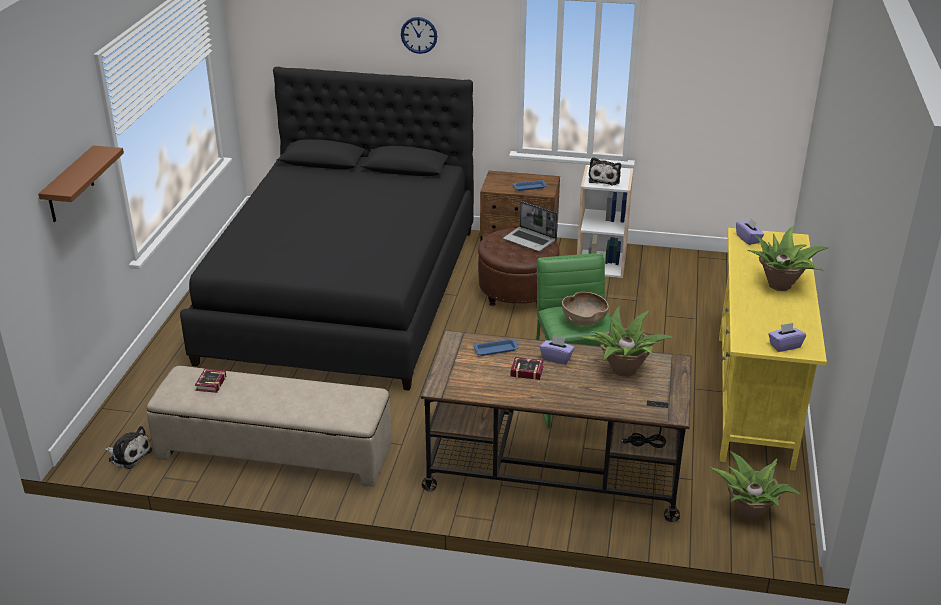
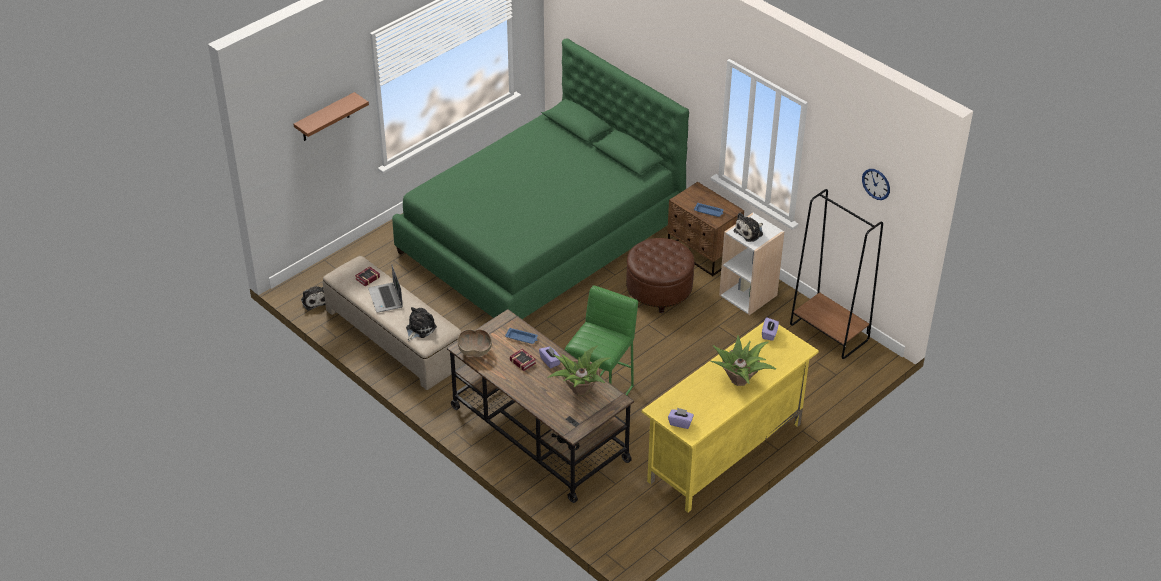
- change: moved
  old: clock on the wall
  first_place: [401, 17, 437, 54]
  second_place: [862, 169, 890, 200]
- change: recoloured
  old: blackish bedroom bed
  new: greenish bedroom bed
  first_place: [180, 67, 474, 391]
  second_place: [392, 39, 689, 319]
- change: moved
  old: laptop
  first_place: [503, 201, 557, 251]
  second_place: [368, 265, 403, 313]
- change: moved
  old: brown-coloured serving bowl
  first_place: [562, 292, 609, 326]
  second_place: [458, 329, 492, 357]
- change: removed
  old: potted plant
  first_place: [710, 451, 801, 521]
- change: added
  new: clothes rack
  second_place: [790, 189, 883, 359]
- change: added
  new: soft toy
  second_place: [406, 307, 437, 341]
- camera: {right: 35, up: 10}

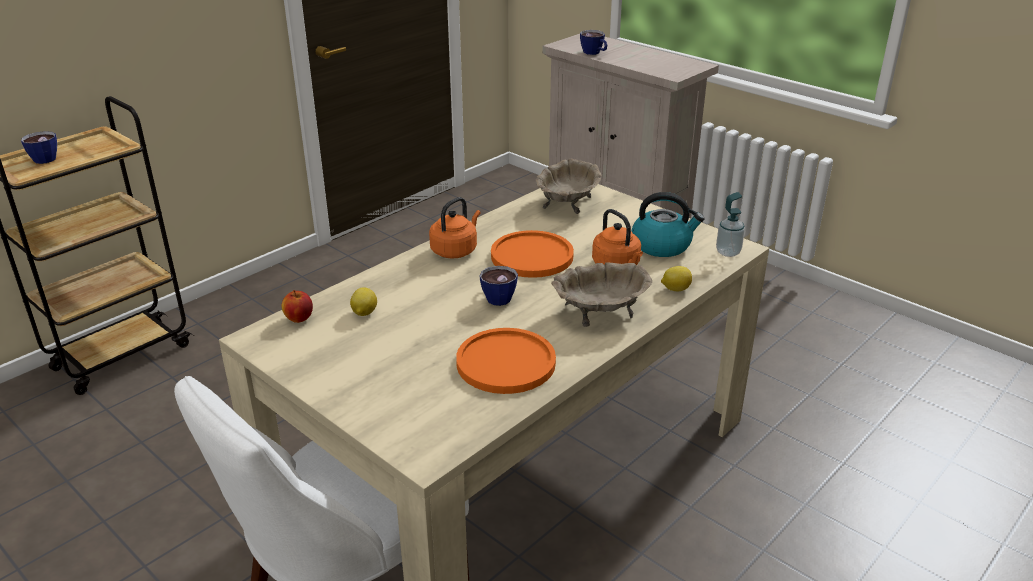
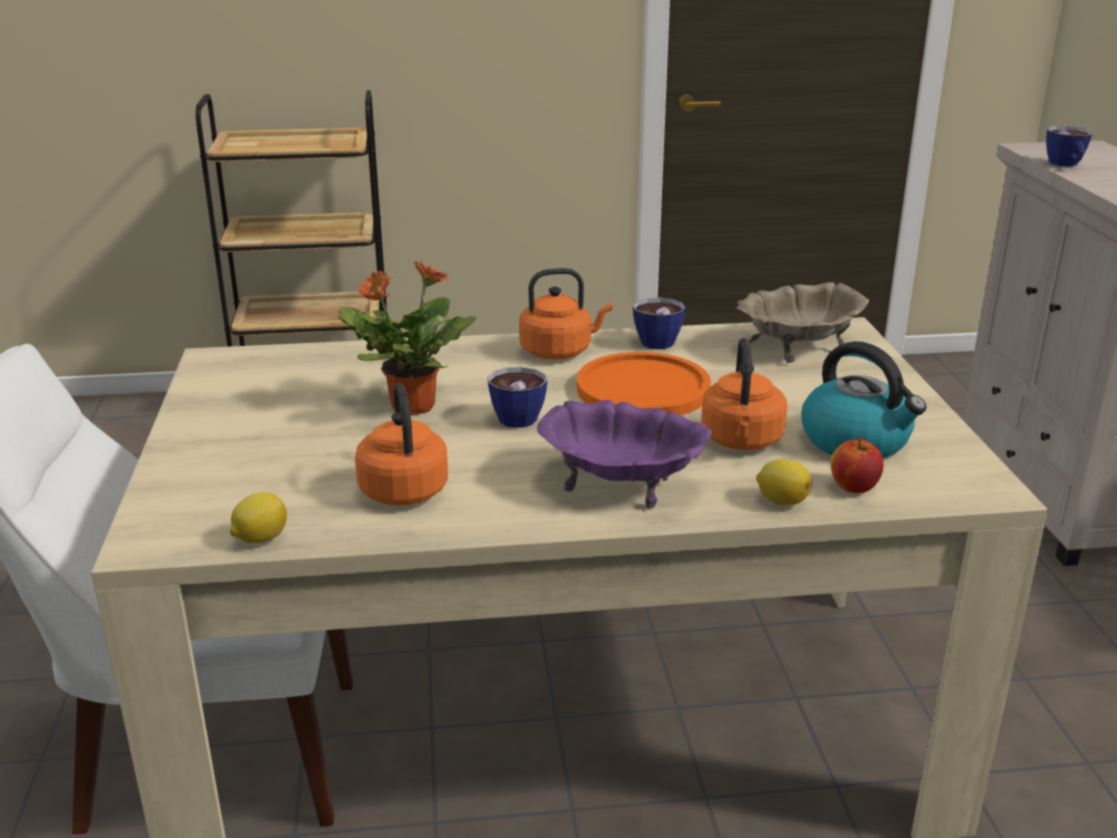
- change: moved
  old: drinking cup
  first_place: [21, 131, 57, 164]
  second_place: [633, 298, 685, 349]
- change: removed
  old: soap dispenser
  first_place: [716, 192, 745, 257]
- change: recoloured
  old: sand-coloured serving bowl
  new: purple-coloured serving bowl
  first_place: [551, 262, 652, 327]
  second_place: [537, 400, 712, 508]
- change: moved
  old: citrus fruit
  first_place: [350, 287, 377, 316]
  second_place: [230, 492, 287, 544]
- change: moved
  old: whole apple
  first_place: [282, 290, 313, 323]
  second_place: [831, 436, 883, 493]
- change: replaced
  old: orangey flat dish
  new: orangey kettle
  first_place: [456, 328, 556, 394]
  second_place: [355, 383, 448, 506]
- change: added
  new: potted plant
  second_place: [339, 261, 477, 415]
- camera: {right: 40, up: -5}

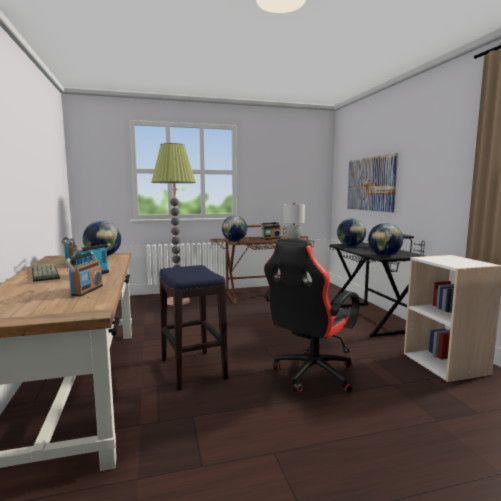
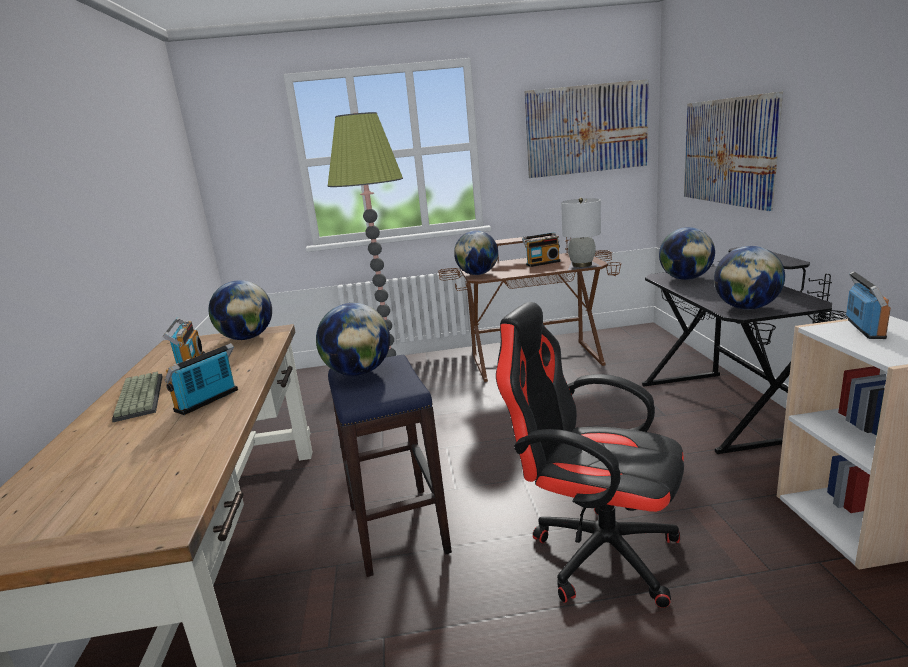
- change: turned
  old: blackish computer chair
  first_place: [264, 239, 359, 393]
  second_place: [496, 302, 684, 608]
  degrees: 75
- change: moved
  old: radio receiver
  first_place: [65, 252, 103, 296]
  second_place: [846, 271, 891, 339]
- change: added
  new: picture
  second_place: [525, 79, 648, 178]
- change: added
  new: desk globe
  second_place: [316, 303, 390, 376]
- camera: {right: 10, up: 10}

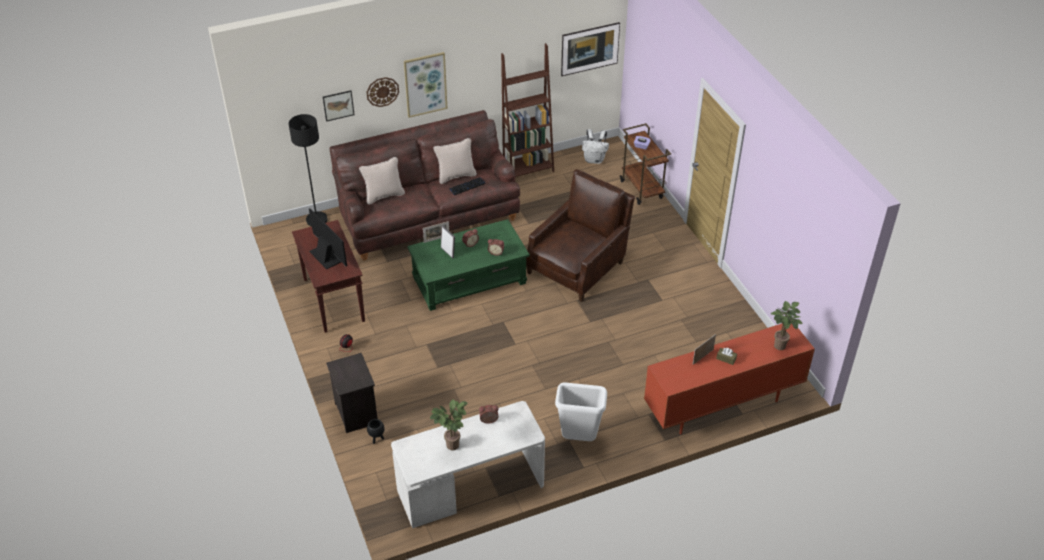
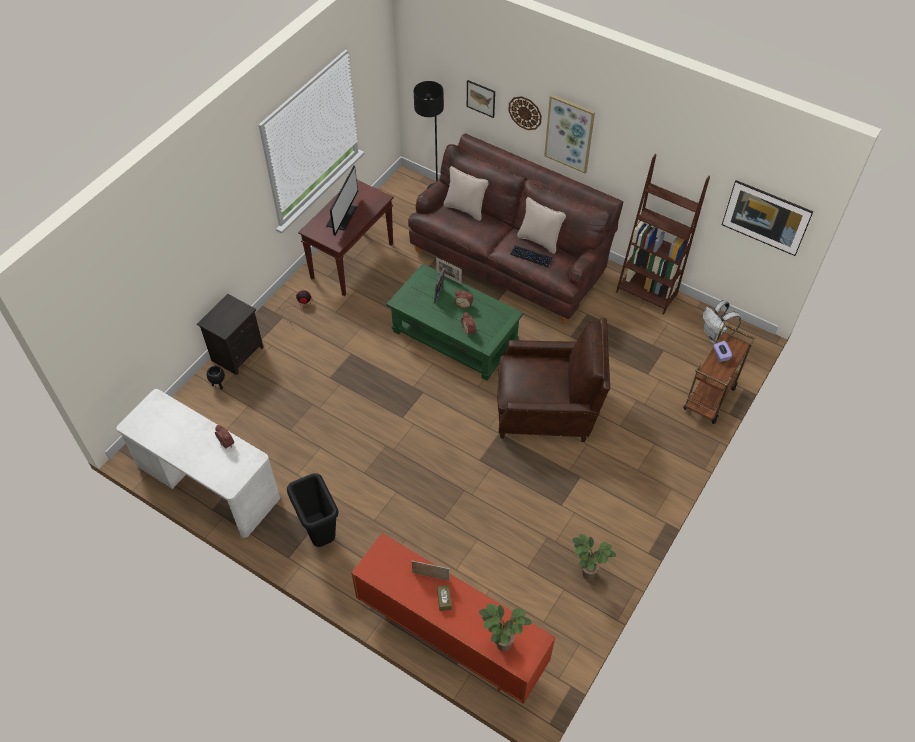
- change: recoloured
  old: white waste bin
  new: blackish waste bin
  first_place: [555, 382, 607, 441]
  second_place: [287, 473, 339, 547]
- change: moved
  old: potted plant
  first_place: [430, 400, 468, 450]
  second_place: [572, 534, 616, 580]
- camera: {right: 55, up: 10}

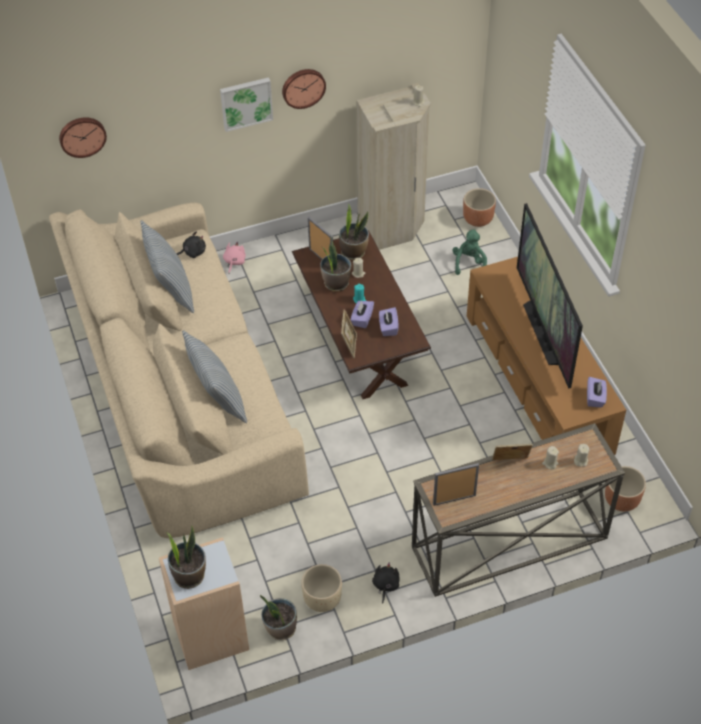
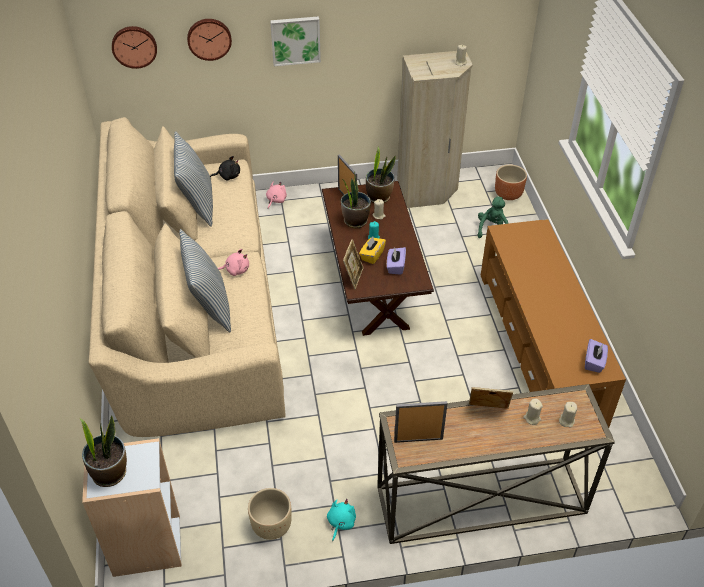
- change: moved
  old: clock on the wall
  first_place: [282, 69, 326, 109]
  second_place: [187, 19, 232, 61]
- change: removed
  old: TV
  first_place: [517, 203, 583, 388]
- change: recoloured
  old: purple-coloured box of tissues
  new: yellowish box of tissues
  first_place: [350, 300, 374, 328]
  second_place: [359, 237, 386, 264]
- change: removed
  old: brown-coloured flower pot
  first_place: [605, 466, 646, 511]
- change: recoloured
  old: blackish soft toy
  new: blue-green soft toy
  first_place: [372, 563, 400, 603]
  second_place: [327, 499, 356, 541]
- change: removed
  old: potted plant
  first_place: [260, 595, 297, 640]
- change: added
  new: pinkish soft toy
  second_place: [218, 249, 249, 276]
- camera: {right: 10, up: -5}

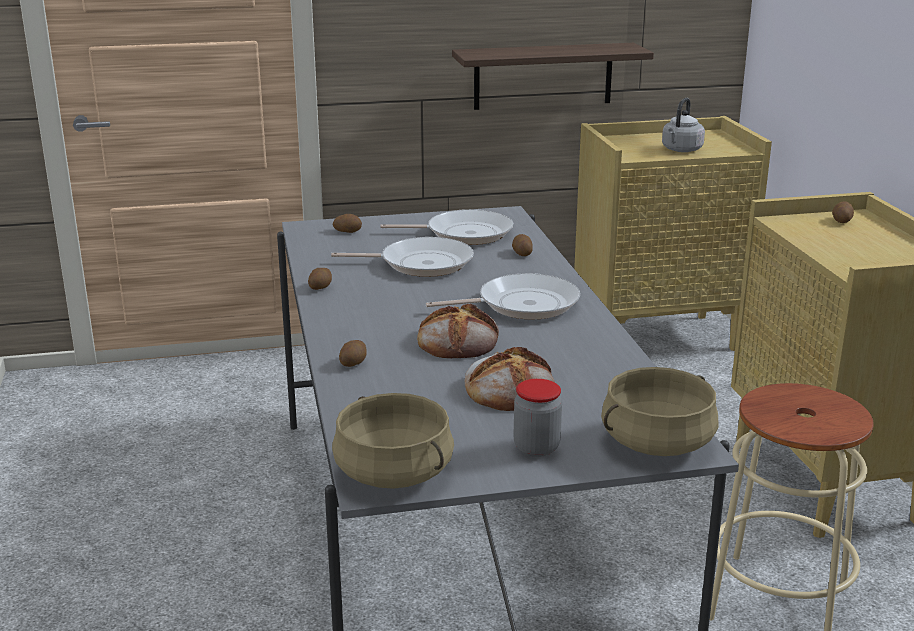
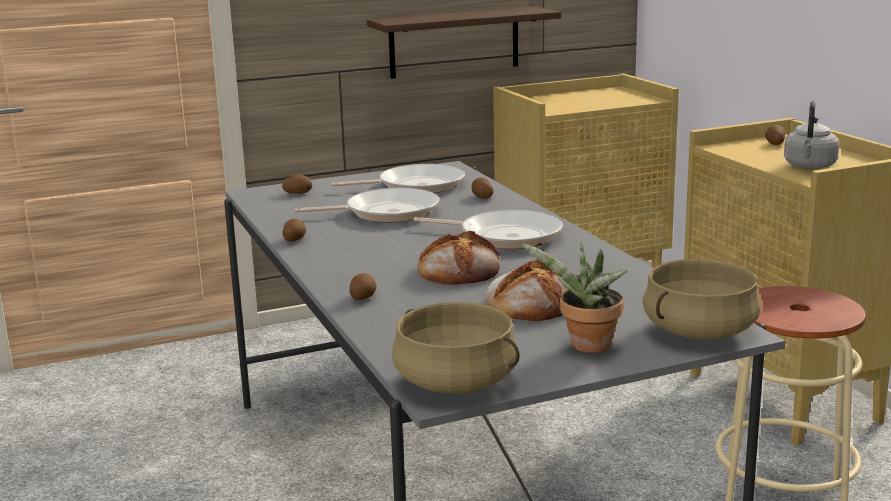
- change: moved
  old: greyish kettle
  first_place: [662, 98, 705, 152]
  second_place: [784, 101, 840, 169]
- change: turned
  old: frying pan
  first_place: [426, 273, 580, 319]
  second_place: [413, 210, 563, 249]
  degrees: 45
- change: replaced
  old: storage jar
  new: potted plant
  first_place: [514, 379, 562, 457]
  second_place: [520, 242, 628, 353]
- camera: {right: -10, up: -5}

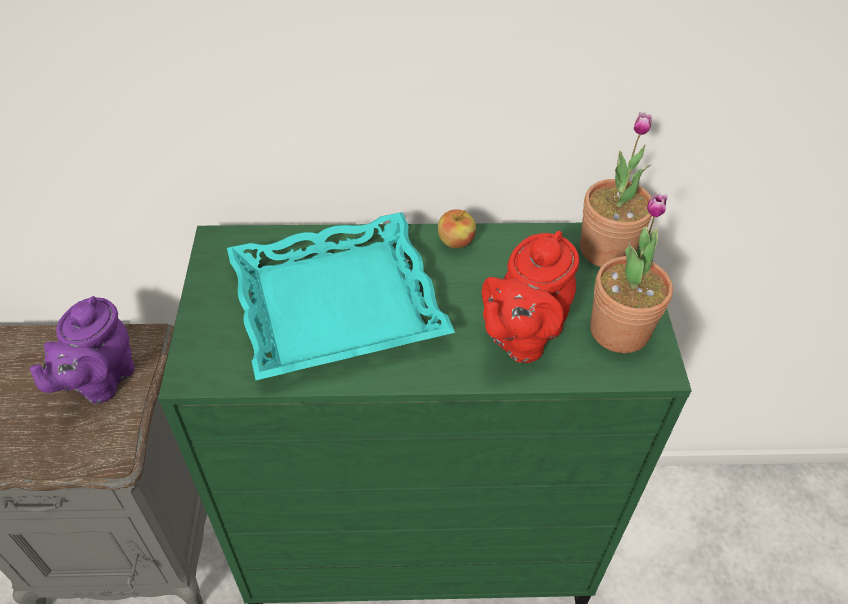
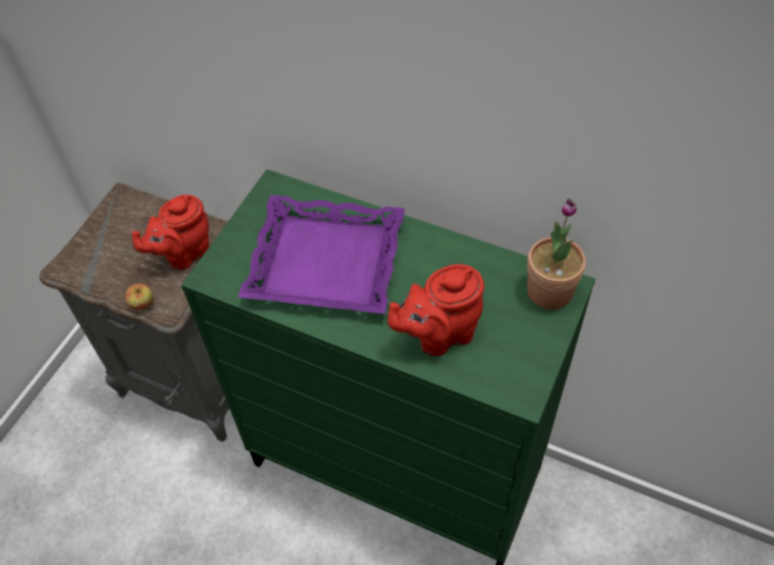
- change: removed
  old: potted plant
  first_place: [590, 193, 673, 353]
- change: moved
  old: whole apple
  first_place: [438, 209, 476, 248]
  second_place: [125, 283, 153, 310]
- change: recoloured
  old: blue-green tray
  new: purple-coloured tray
  first_place: [227, 212, 455, 380]
  second_place: [238, 195, 405, 314]
- change: recoloured
  old: purple-coloured tea pot
  new: red tea pot
  first_place: [30, 296, 135, 404]
  second_place: [132, 195, 210, 270]
- camera: {right: 30, up: 5}

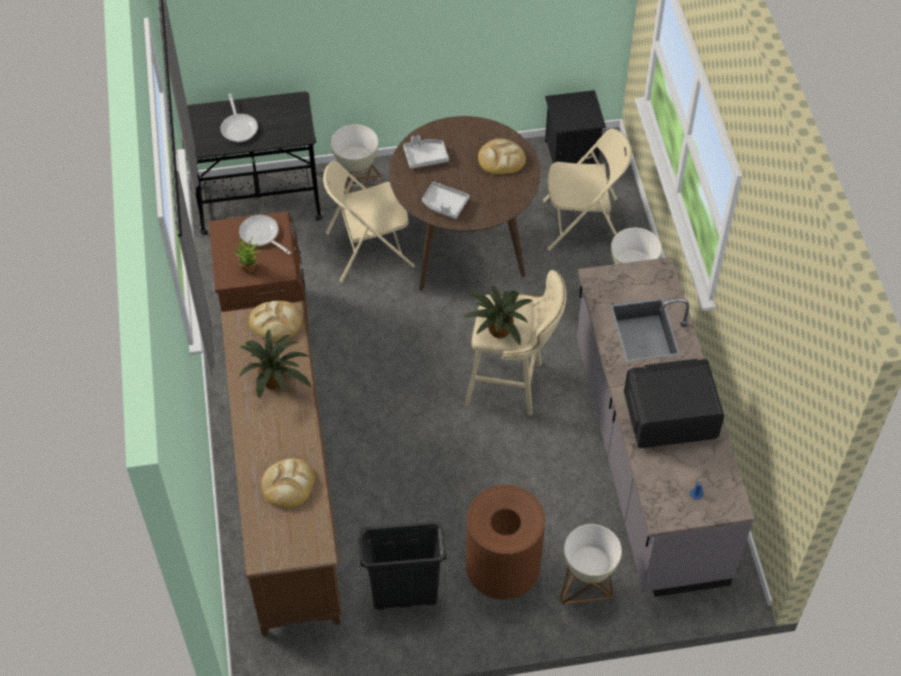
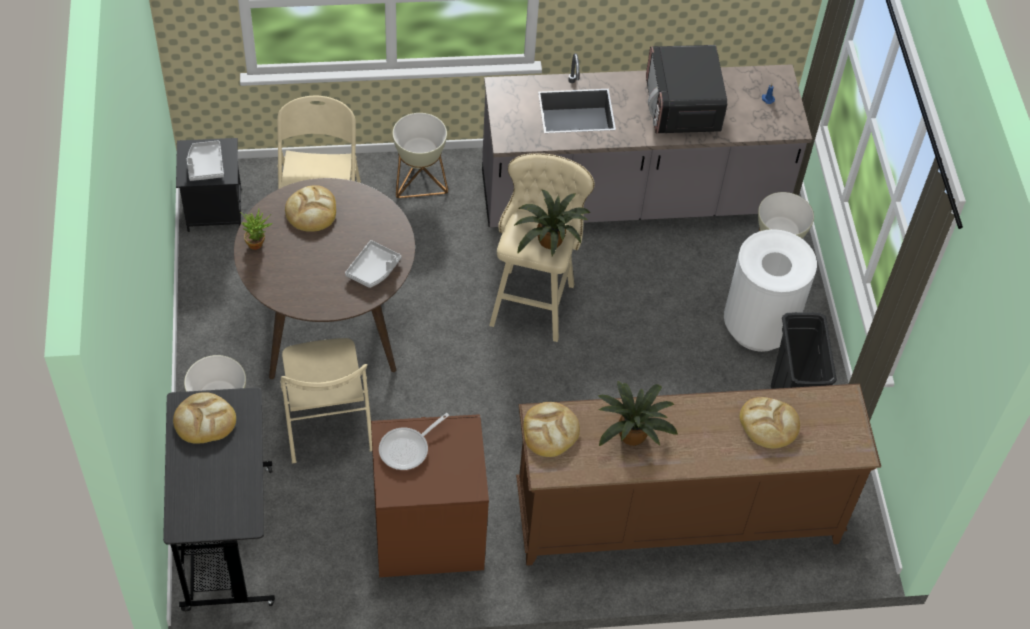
- change: removed
  old: frying pan
  first_place: [220, 94, 258, 142]
- change: moved
  old: greyish tray
  first_place: [403, 135, 449, 169]
  second_place: [187, 140, 224, 181]
- change: moved
  old: potted plant
  first_place: [232, 236, 262, 272]
  second_place: [240, 208, 273, 250]
- change: recoloured
  old: brown-coloured waste bin
  new: white waste bin
  first_place: [466, 485, 545, 600]
  second_place: [724, 229, 817, 352]
- change: added
  new: baked bread
  second_place: [173, 392, 236, 444]
- camera: {right: -90, up: 0}

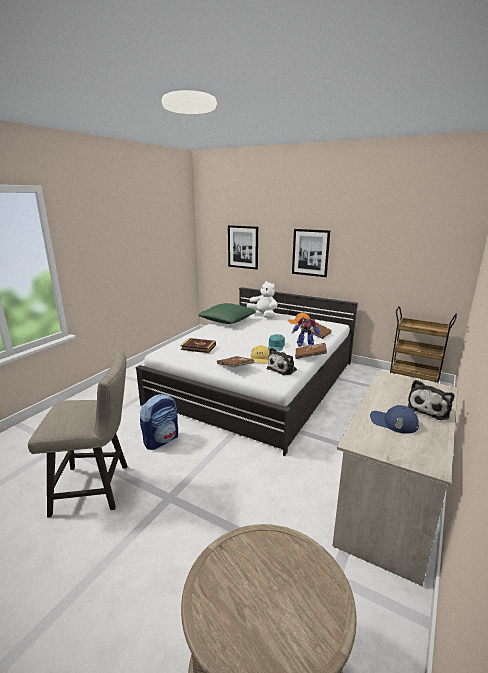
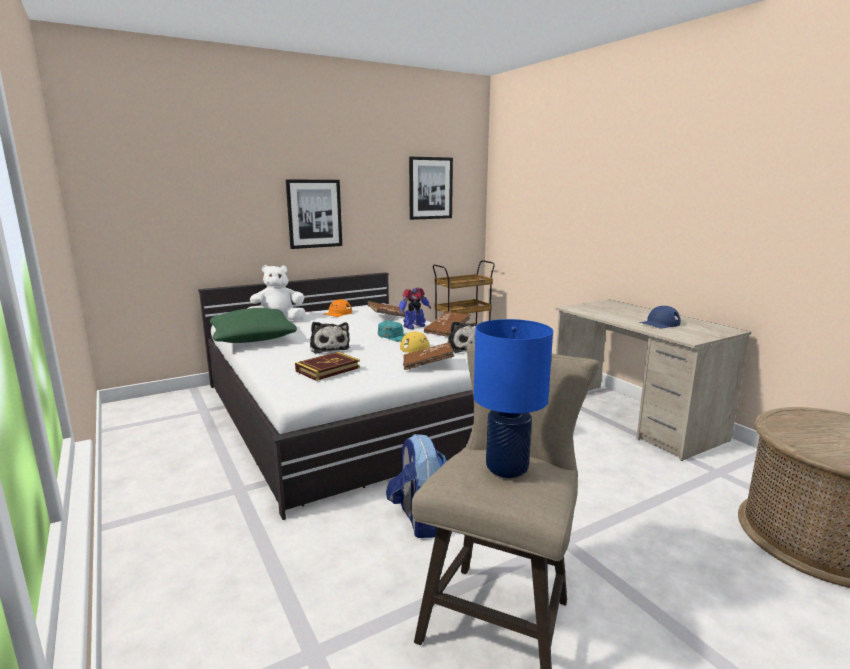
- change: moved
  old: picture
  first_place: [228, 225, 258, 270]
  second_place: [409, 157, 453, 220]
- change: moved
  old: soft toy
  first_place: [407, 380, 454, 420]
  second_place: [310, 322, 350, 354]
- change: added
  new: blue lamp for a table
  second_place: [474, 319, 553, 478]
- camera: {right: -60, up: -5}

